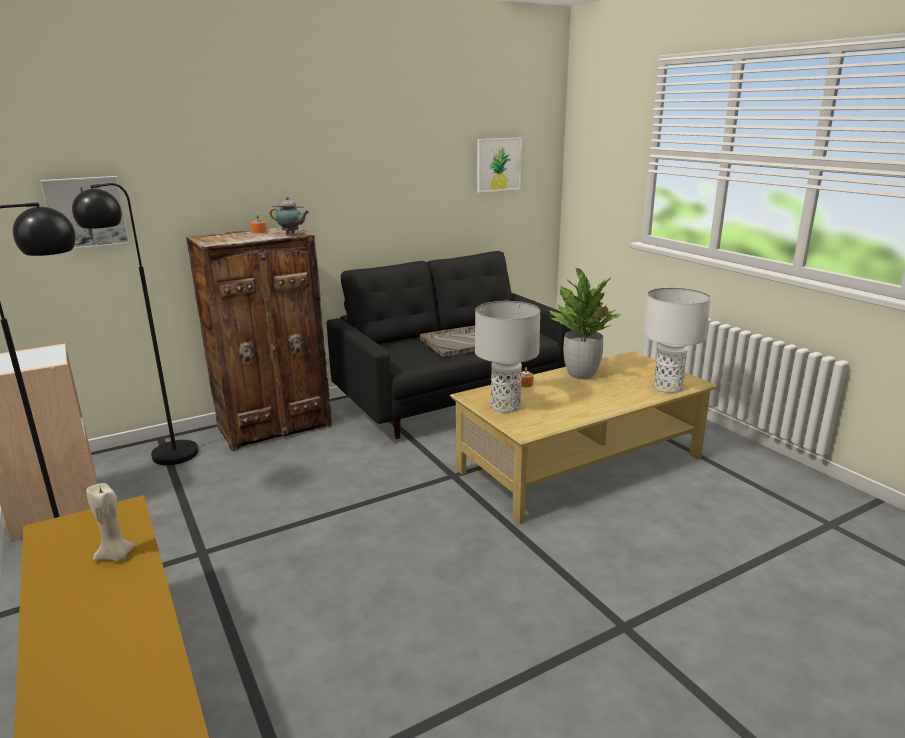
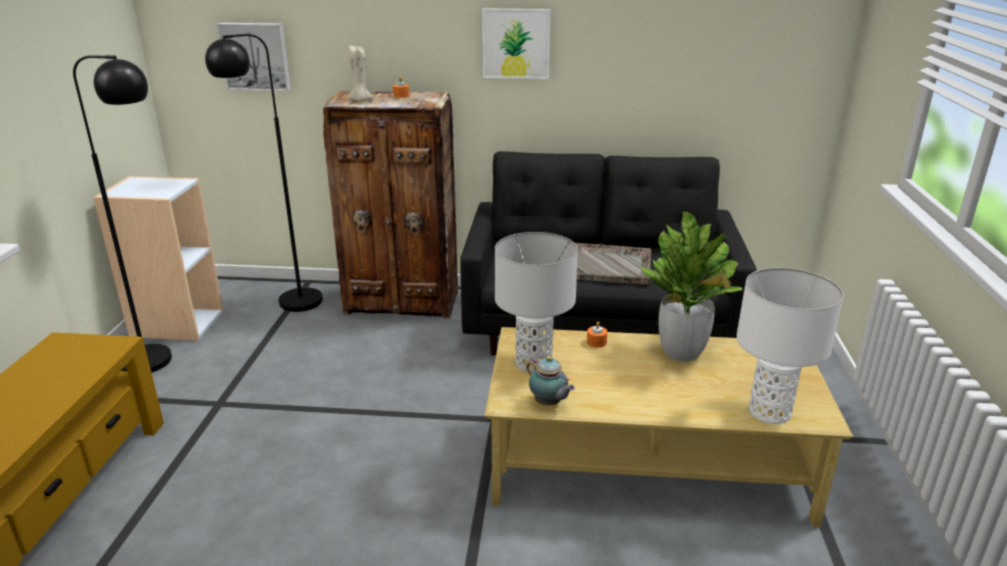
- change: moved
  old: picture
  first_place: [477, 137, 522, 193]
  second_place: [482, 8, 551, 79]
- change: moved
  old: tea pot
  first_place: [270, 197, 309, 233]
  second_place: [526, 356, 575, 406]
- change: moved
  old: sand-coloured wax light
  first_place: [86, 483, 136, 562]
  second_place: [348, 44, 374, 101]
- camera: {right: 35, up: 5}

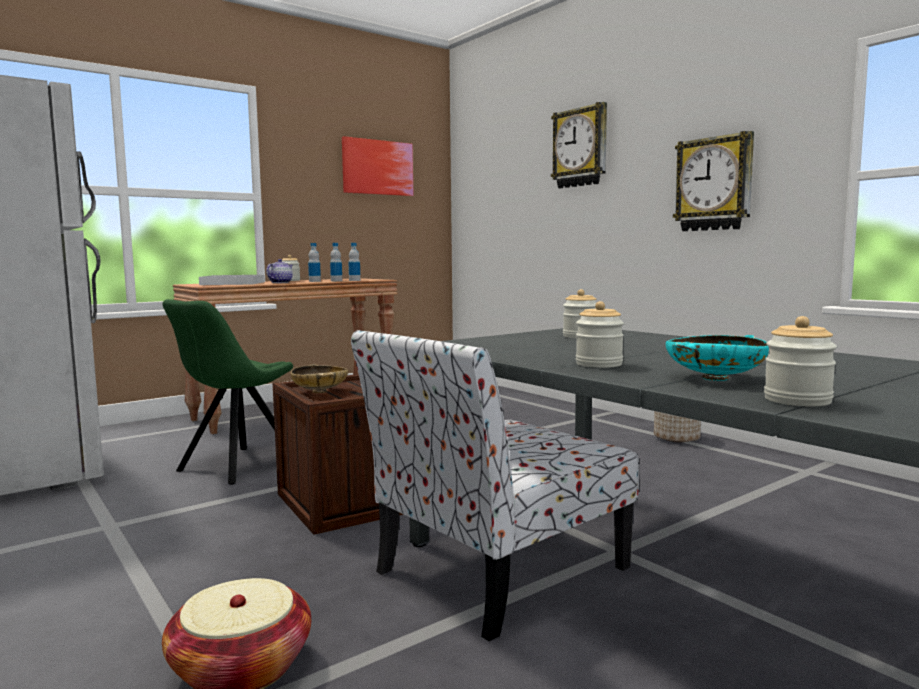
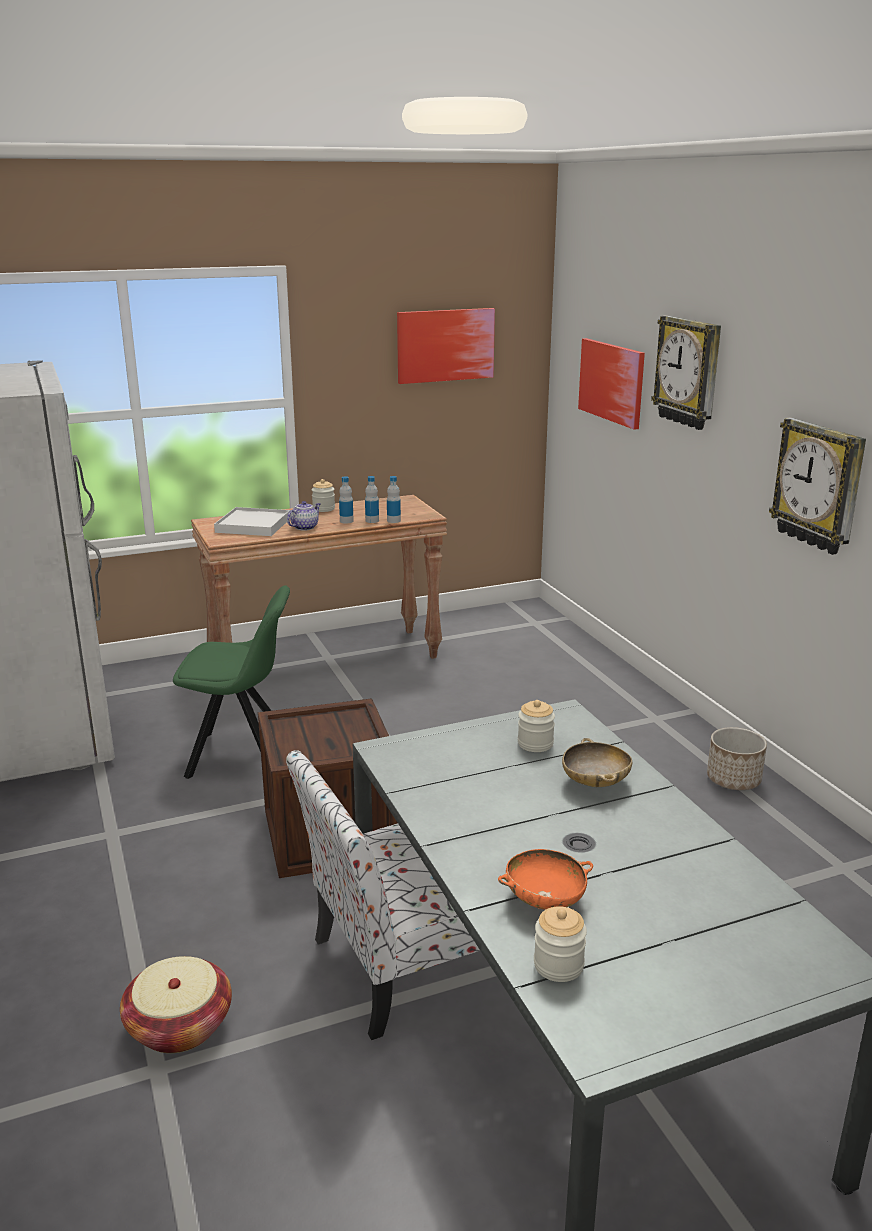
- change: turned
  old: greenish chair
  first_place: [163, 299, 293, 485]
  second_place: [173, 585, 290, 779]
  degrees: -135
- change: removed
  old: storage jar
  first_place: [576, 301, 624, 368]
- change: recoloured
  old: blue-green serving bowl
  new: orangey serving bowl
  first_place: [666, 335, 769, 381]
  second_place: [498, 849, 593, 910]
- change: moved
  old: sand-coloured serving bowl
  first_place: [291, 364, 348, 393]
  second_place: [562, 738, 632, 787]
- change: added
  new: picture
  second_place: [578, 338, 645, 430]
- camera: {right: 15, up: 15}

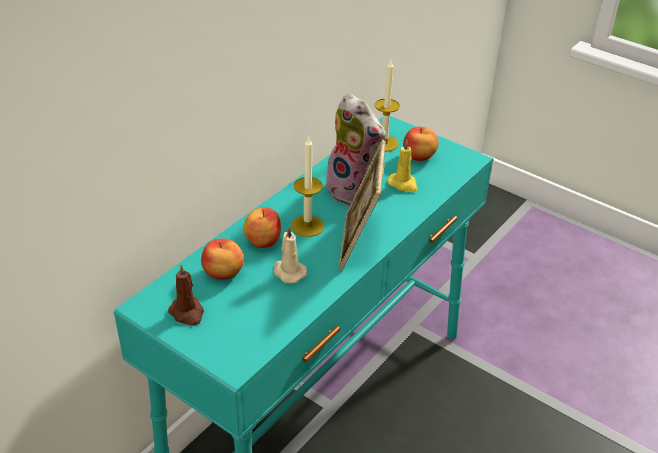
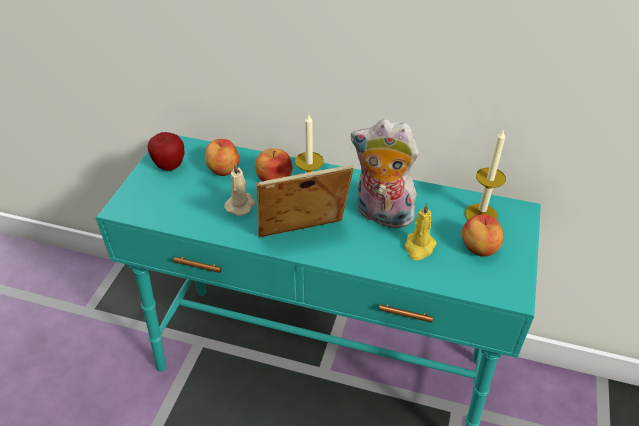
- change: turned
  old: soft toy
  first_place: [326, 93, 386, 207]
  second_place: [351, 119, 419, 228]
  degrees: 90
- change: replaced
  old: brown-coloured wax light
  new: whole apple
  first_place: [168, 264, 204, 326]
  second_place: [147, 132, 184, 171]
- camera: {right: 70, up: 5}

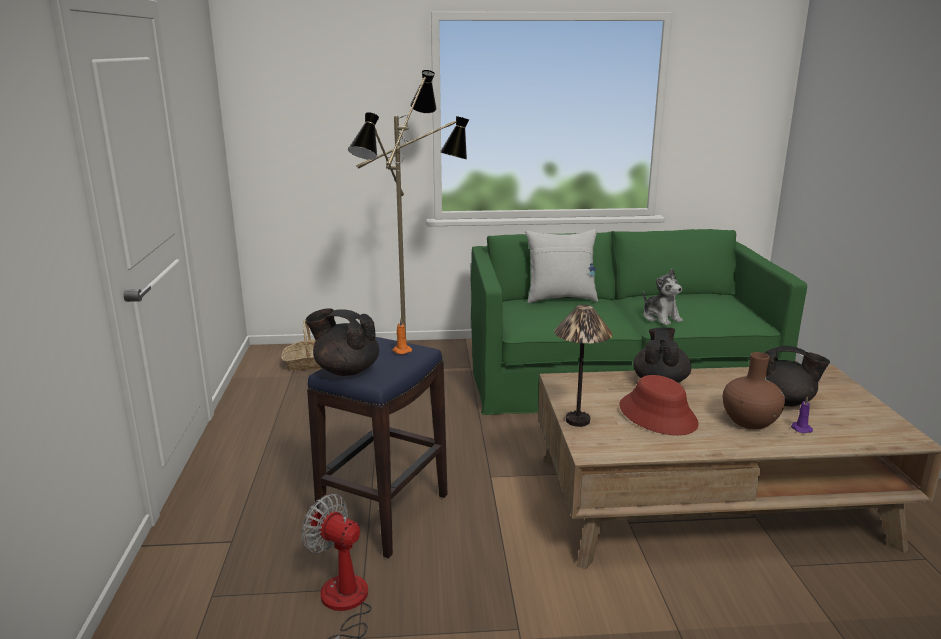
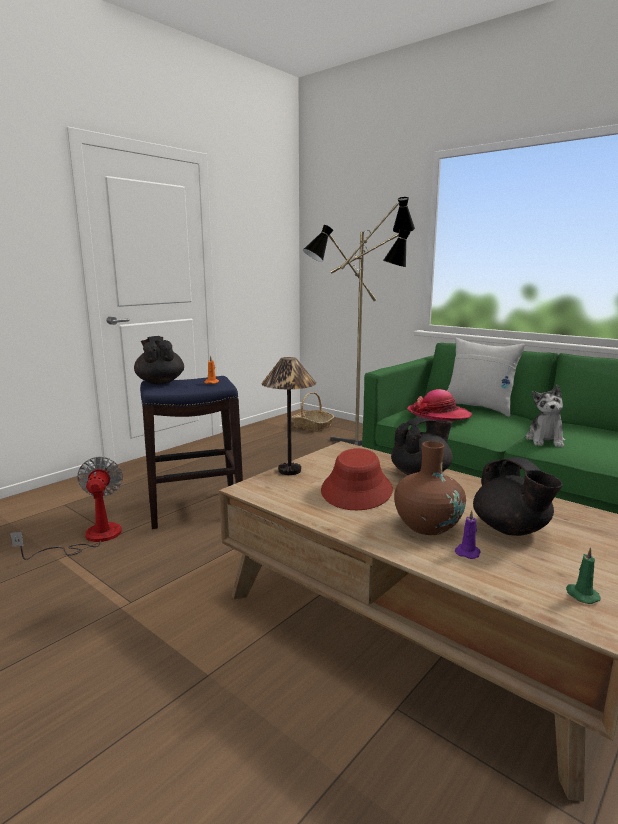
- change: added
  new: clothing hat
  second_place: [407, 389, 472, 421]
- change: added
  new: greenish wax light
  second_place: [566, 547, 600, 604]
- camera: {right: 45, up: -5}

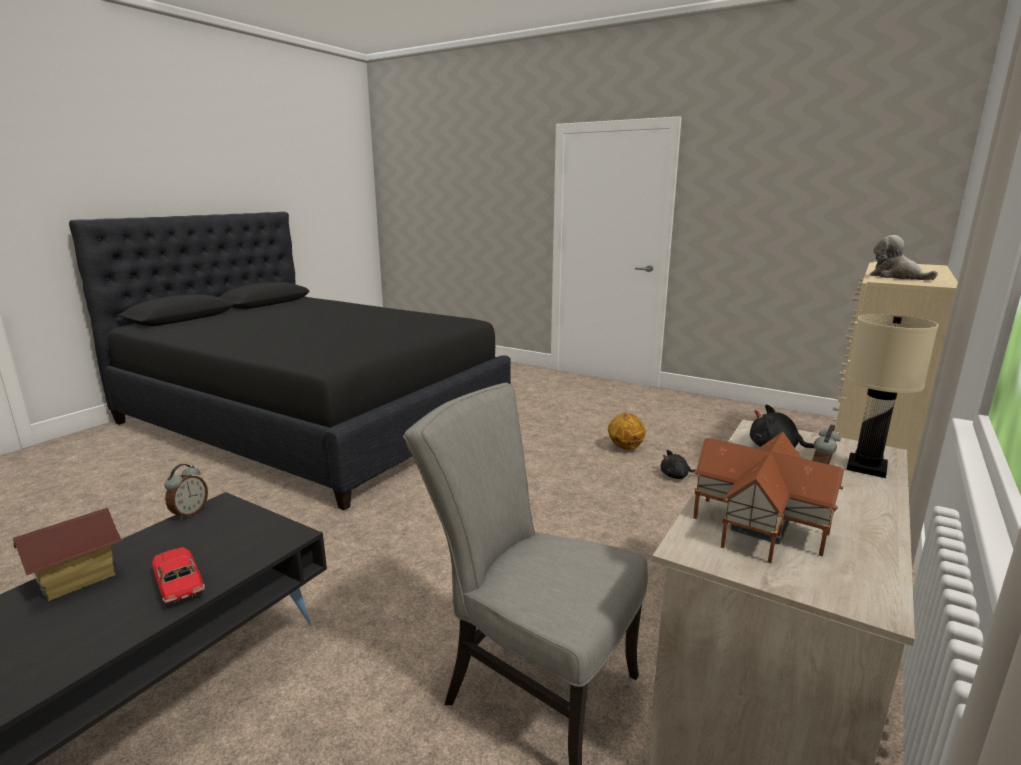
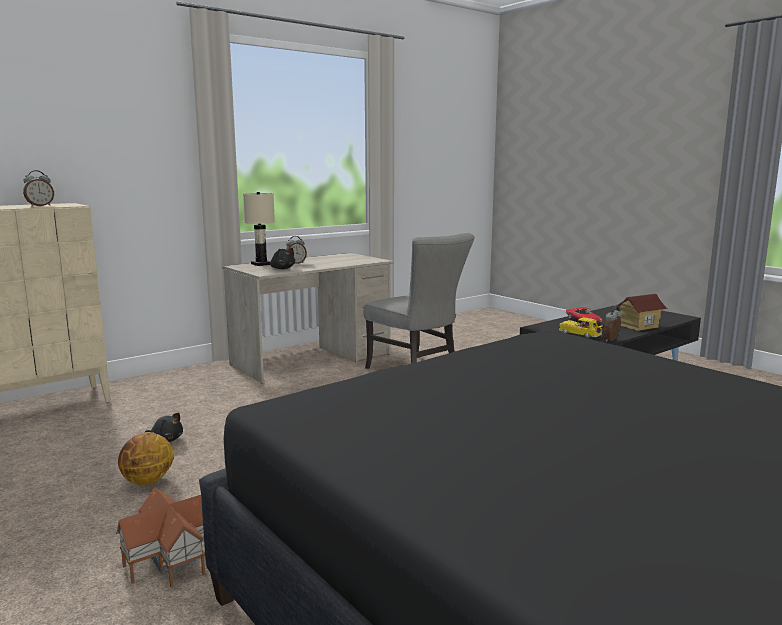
- change: replaced
  old: soft toy
  new: bedside clock
  first_place: [869, 235, 938, 280]
  second_place: [23, 170, 54, 207]
- change: moved
  old: model house
  first_place: [693, 432, 844, 563]
  second_place: [116, 487, 205, 588]
- change: added
  new: miniature car
  second_place: [559, 318, 602, 338]
- camera: {right: -160, up: -5}

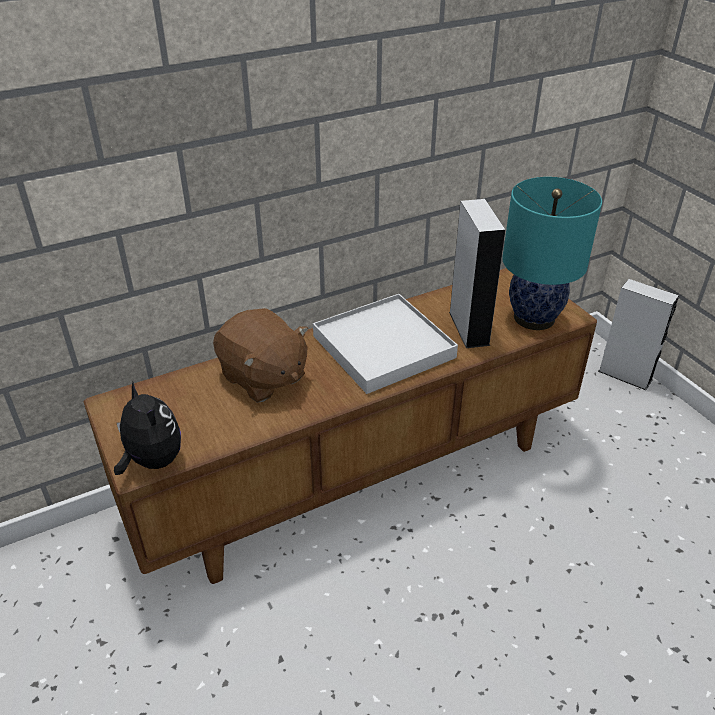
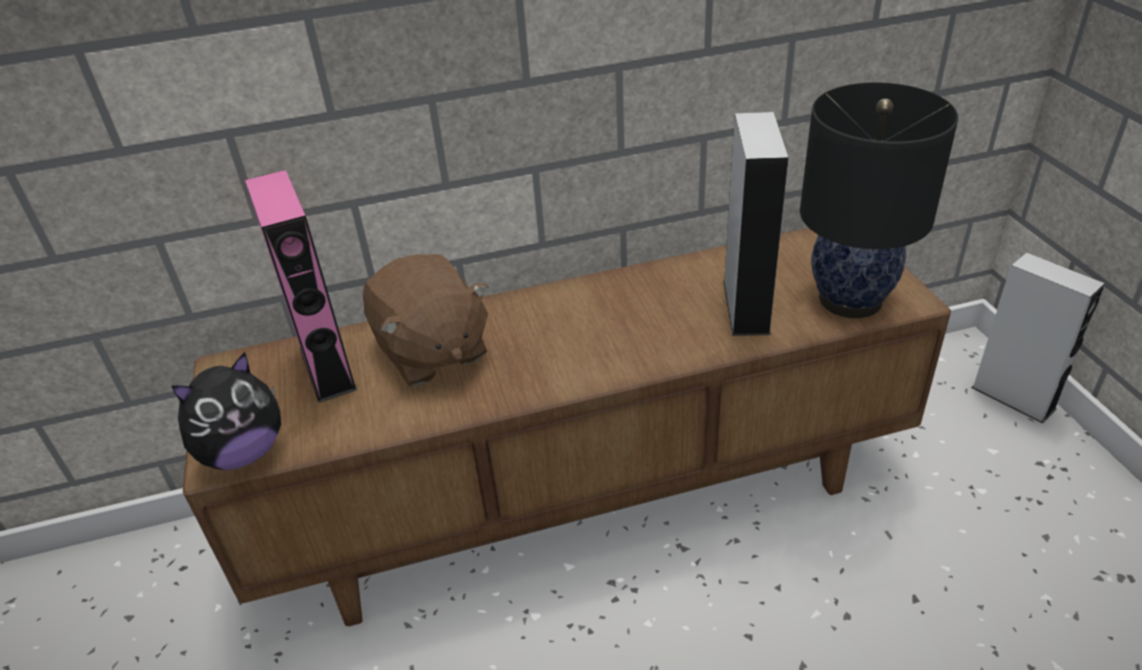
- change: recoloured
  old: blue-green lamp for a table
  new: blackish lamp for a table
  first_place: [502, 177, 602, 330]
  second_place: [800, 82, 958, 318]
- change: removed
  old: white tray
  first_place: [313, 294, 458, 394]
- change: turned
  old: soft toy
  first_place: [114, 382, 181, 475]
  second_place: [172, 352, 281, 470]
  degrees: 75
- change: added
  new: pinkish speaker
  second_place: [245, 170, 357, 403]
- camera: {right: 15, up: 0}

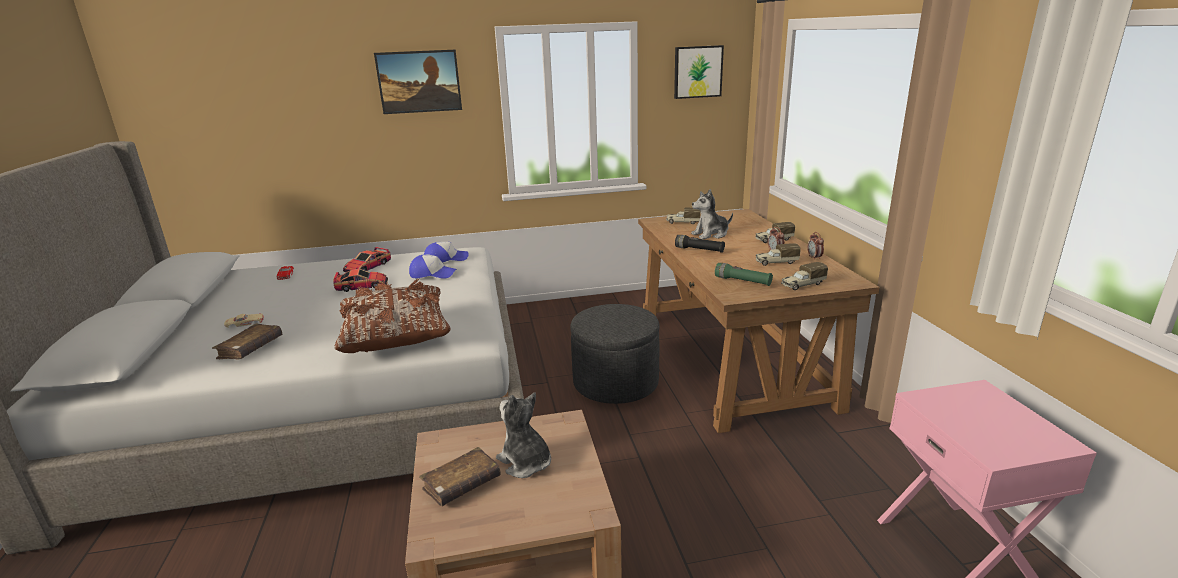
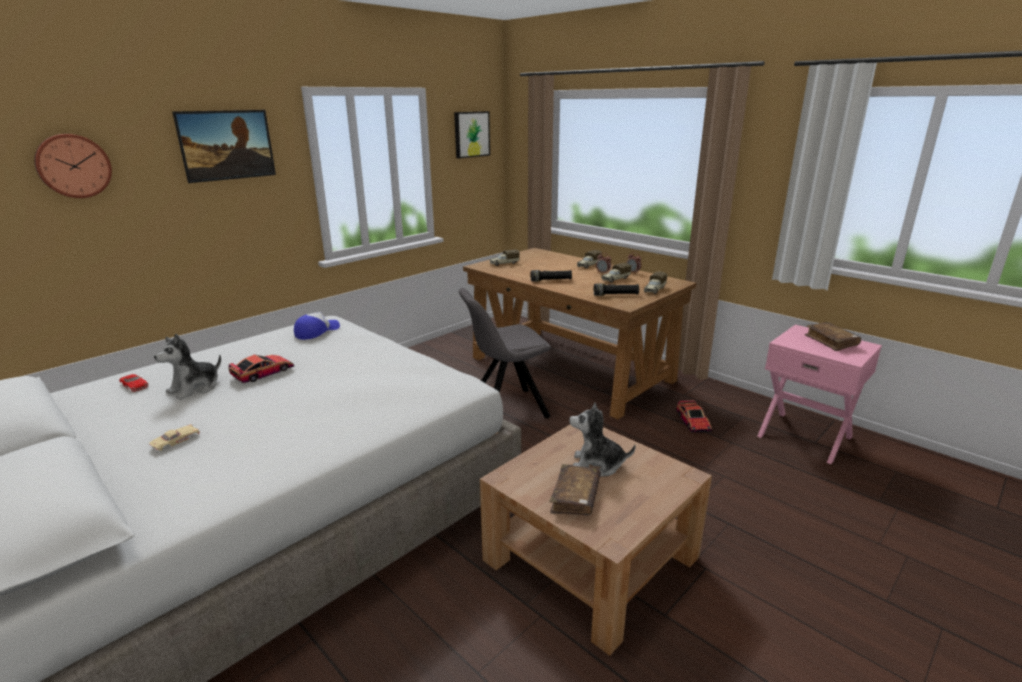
- change: moved
  old: soft toy
  first_place: [691, 189, 733, 239]
  second_place: [154, 334, 221, 400]
- change: moved
  old: miniature car
  first_place: [343, 247, 391, 272]
  second_place: [677, 400, 712, 433]
- change: removed
  old: cap
  first_place: [409, 254, 457, 279]
- change: recoloured
  old: greenish flashlight
  new: blackish flashlight
  first_place: [715, 263, 773, 286]
  second_place: [594, 283, 639, 296]
- change: removed
  old: brown-coloured throw pillow
  first_place: [334, 279, 450, 353]
- change: replaced
  old: greyish ottoman
  new: greyish chair
  first_place: [570, 304, 660, 404]
  second_place: [459, 288, 551, 418]
- change: moved
  old: brown-coloured book
  first_place: [212, 324, 282, 359]
  second_place: [805, 322, 861, 351]
- change: added
  new: clock on the wall
  second_place: [34, 134, 112, 198]
- camera: {right: -35, up: 0}

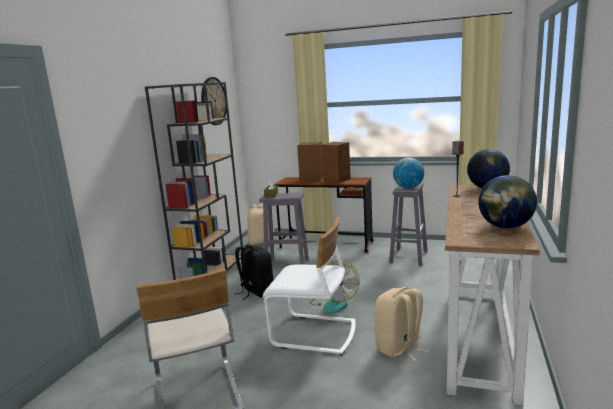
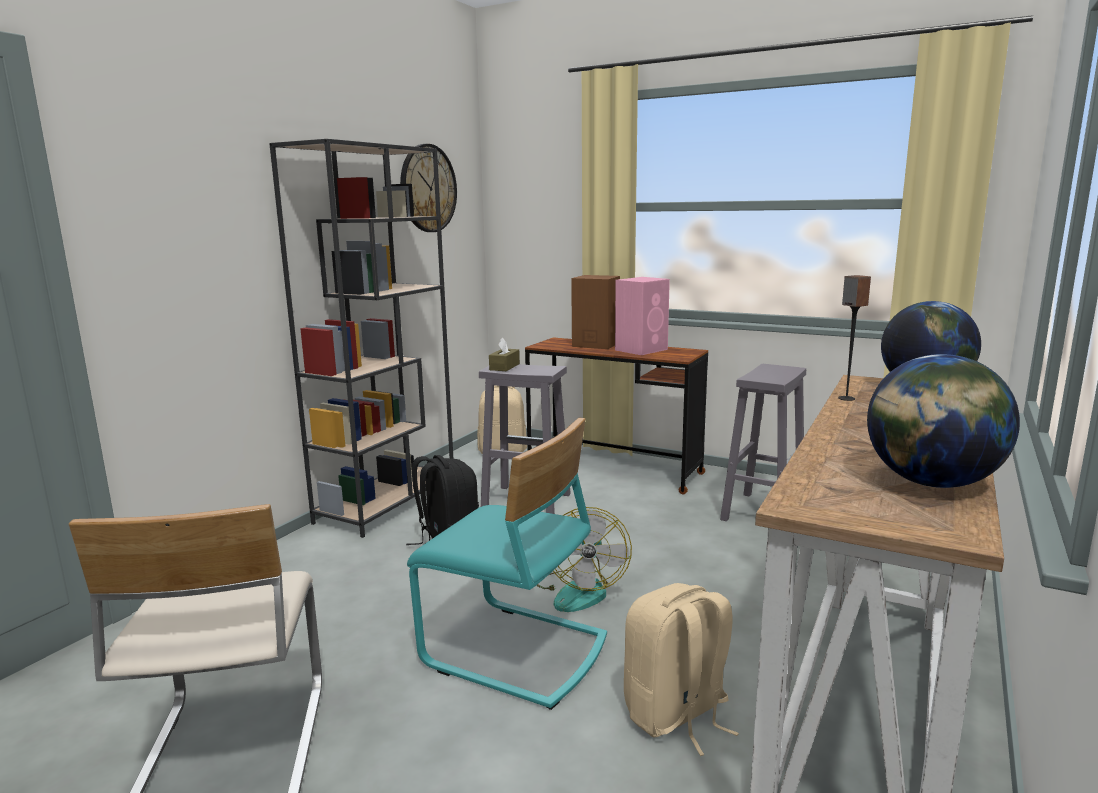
- change: recoloured
  old: brown-coloured speaker
  new: pinkish speaker
  first_place: [322, 142, 351, 183]
  second_place: [615, 277, 670, 355]
- change: removed
  old: desk globe
  first_place: [393, 157, 424, 188]
- change: recoloured
  old: white chair
  new: blue-green chair
  first_place: [263, 217, 355, 355]
  second_place: [407, 418, 607, 710]
- camera: {right: 10, up: 0}

